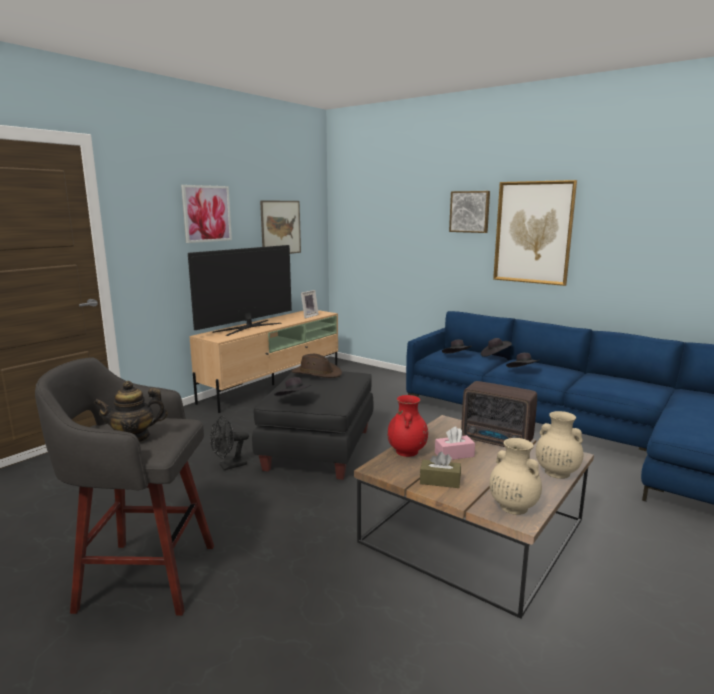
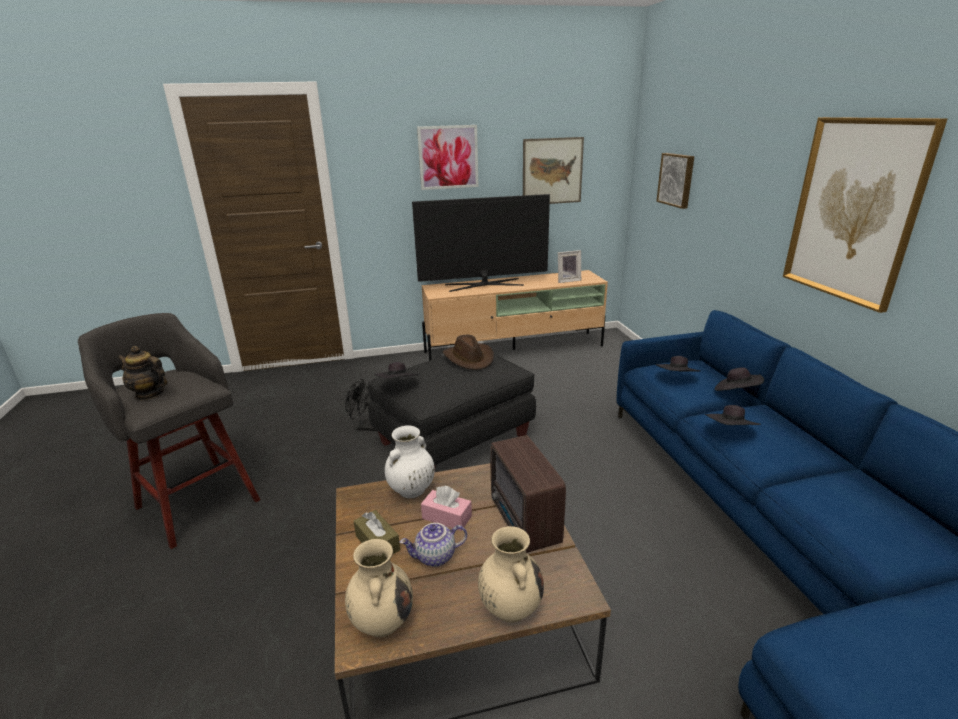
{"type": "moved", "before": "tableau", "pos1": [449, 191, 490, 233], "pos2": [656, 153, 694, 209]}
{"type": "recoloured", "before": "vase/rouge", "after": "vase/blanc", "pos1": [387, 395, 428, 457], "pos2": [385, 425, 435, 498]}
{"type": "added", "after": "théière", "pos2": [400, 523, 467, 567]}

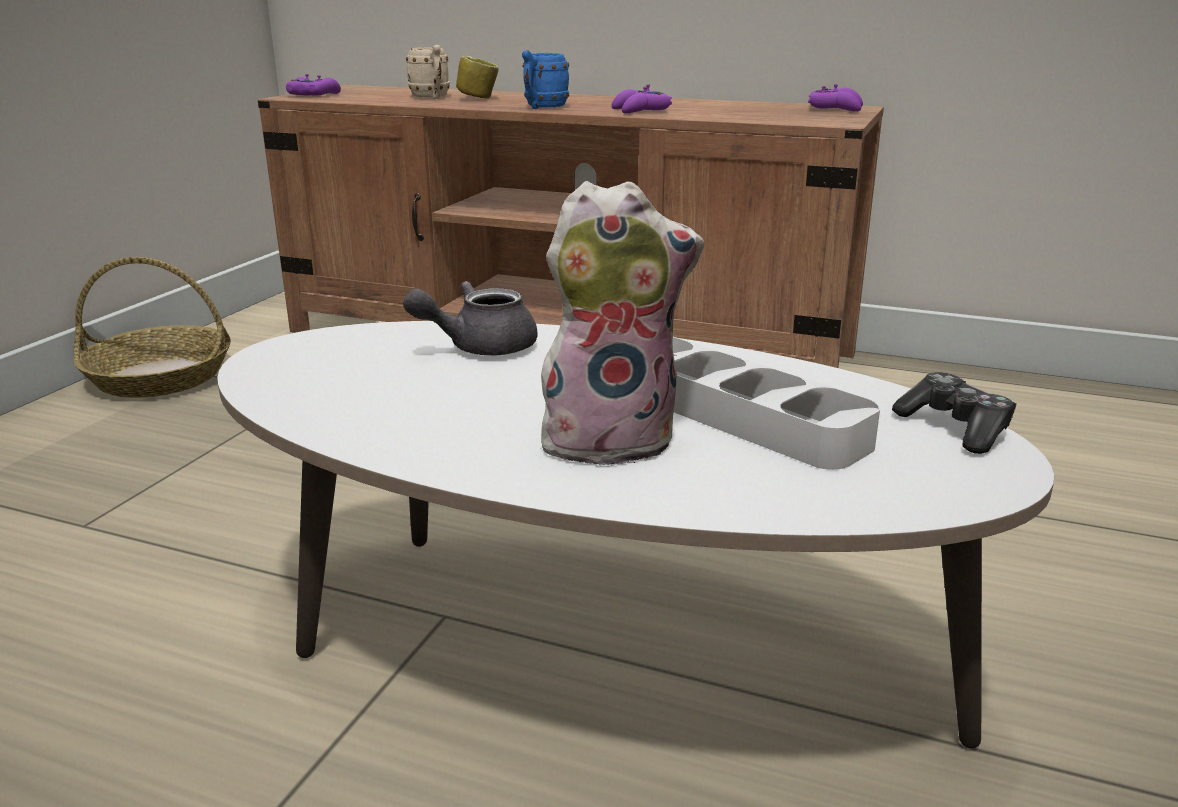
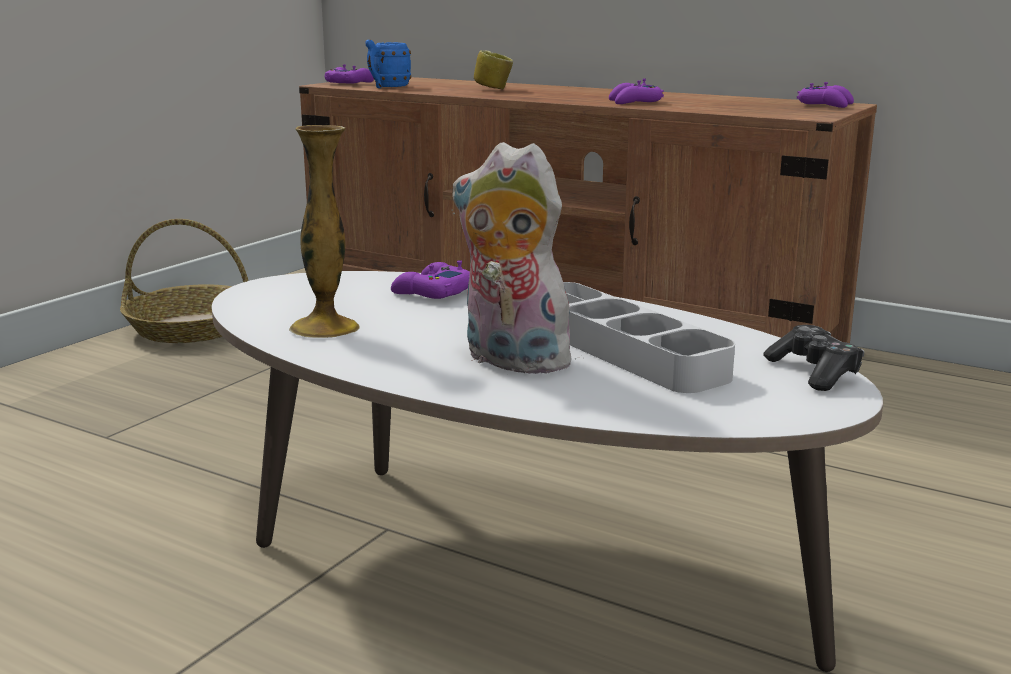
{"type": "removed", "before": "mug/beige", "pos1": [406, 45, 450, 99]}
{"type": "moved", "before": "mug/bleu", "pos1": [522, 50, 569, 109], "pos2": [365, 40, 411, 88]}
{"type": "turned", "before": "peluche", "pos1": [541, 181, 704, 467], "pos2": [452, 142, 584, 374], "turn": -150}
{"type": "replaced", "before": "théière/gris", "after": "manette/violet", "pos1": [403, 281, 537, 355], "pos2": [391, 260, 470, 299]}
{"type": "added", "after": "vase", "pos2": [289, 125, 360, 338]}

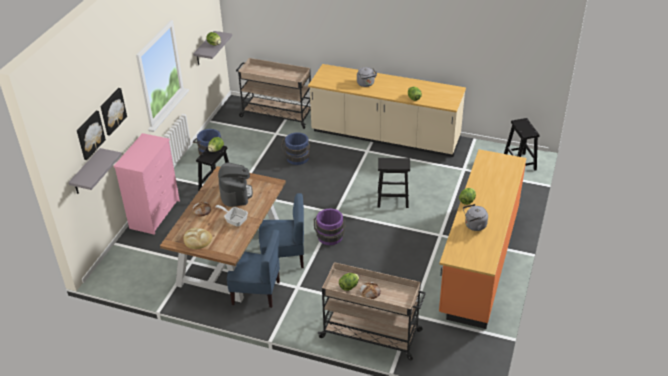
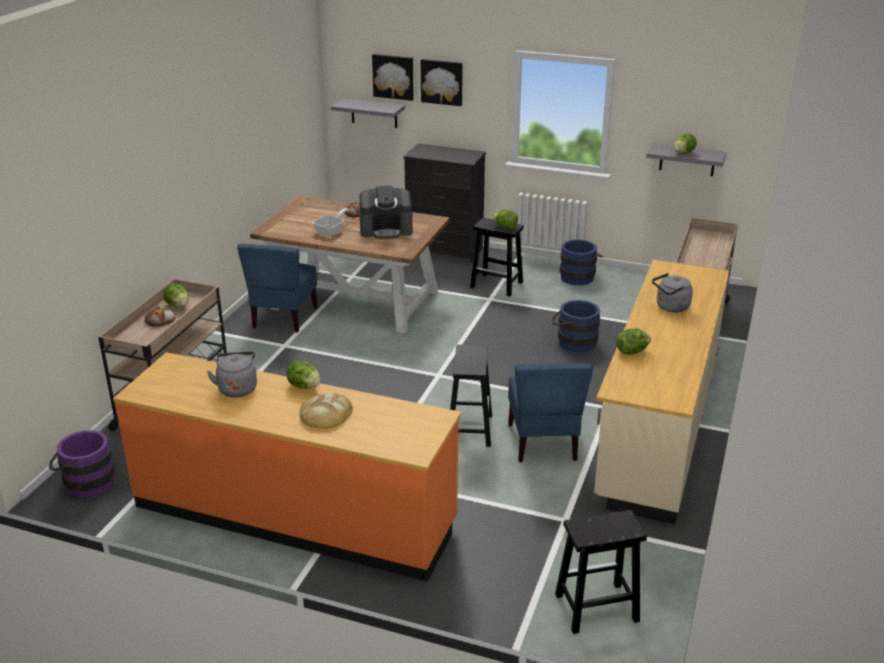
{"type": "recoloured", "before": "commode/rose", "after": "commode/noir", "pos1": [113, 133, 180, 235], "pos2": [403, 144, 486, 263]}
{"type": "moved", "before": "chaise/bleu", "pos1": [259, 193, 304, 268], "pos2": [508, 363, 593, 462]}
{"type": "moved", "before": "seau/violet", "pos1": [314, 209, 346, 245], "pos2": [49, 430, 115, 497]}
{"type": "moved", "before": "pain", "pos1": [184, 228, 212, 249], "pos2": [300, 393, 353, 429]}

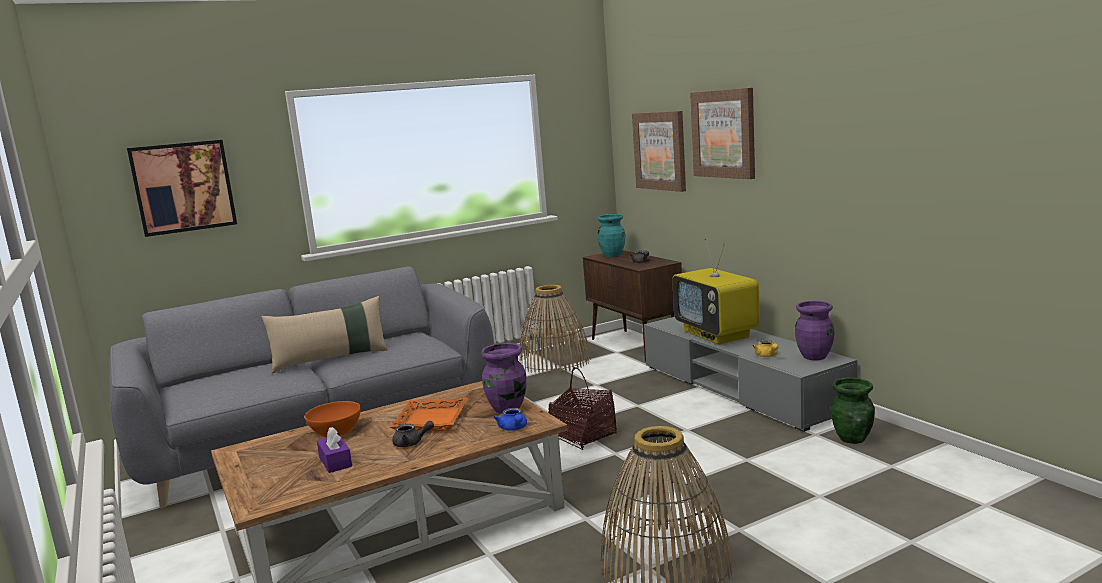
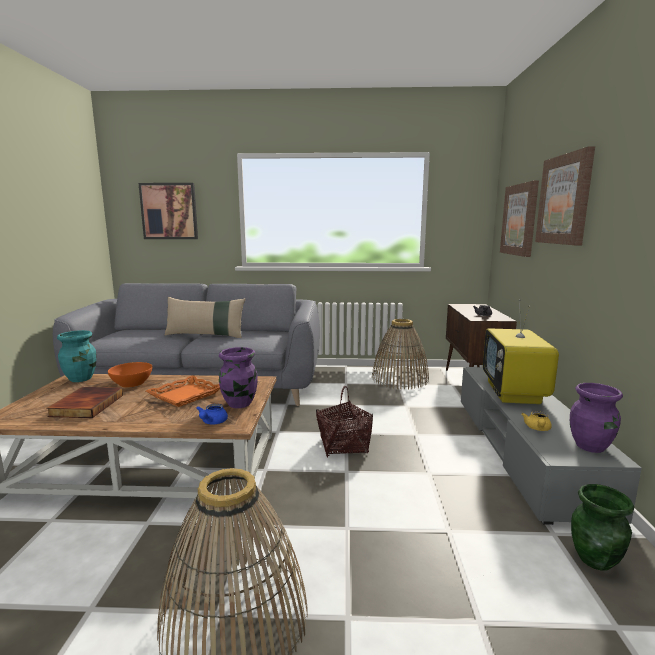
{"type": "moved", "before": "vase/turquoise", "pos1": [597, 214, 625, 257], "pos2": [57, 330, 96, 382]}
{"type": "removed", "before": "théière/gris", "pos1": [392, 421, 434, 447]}
{"type": "replaced", "before": "boîte à mouchoirs/violet", "after": "livre", "pos1": [317, 427, 352, 473], "pos2": [46, 387, 123, 418]}

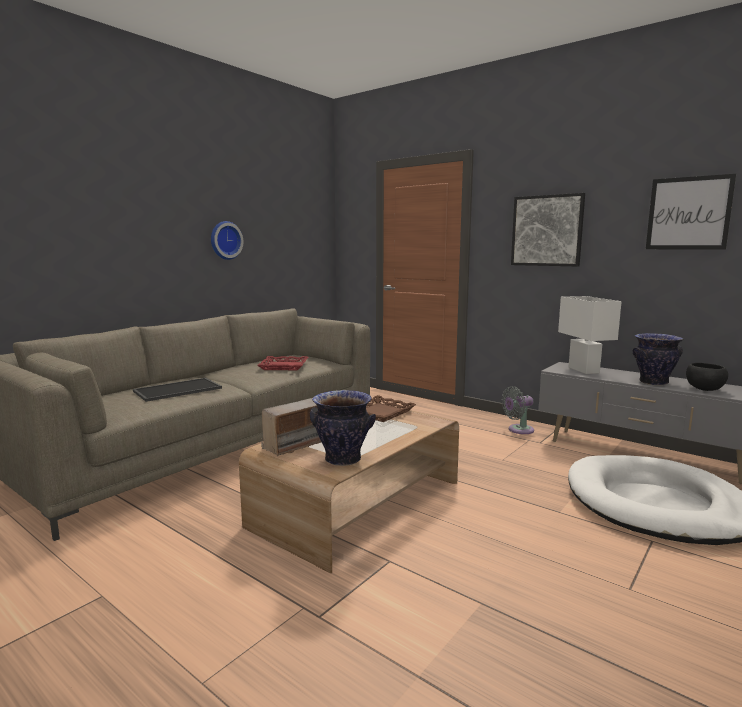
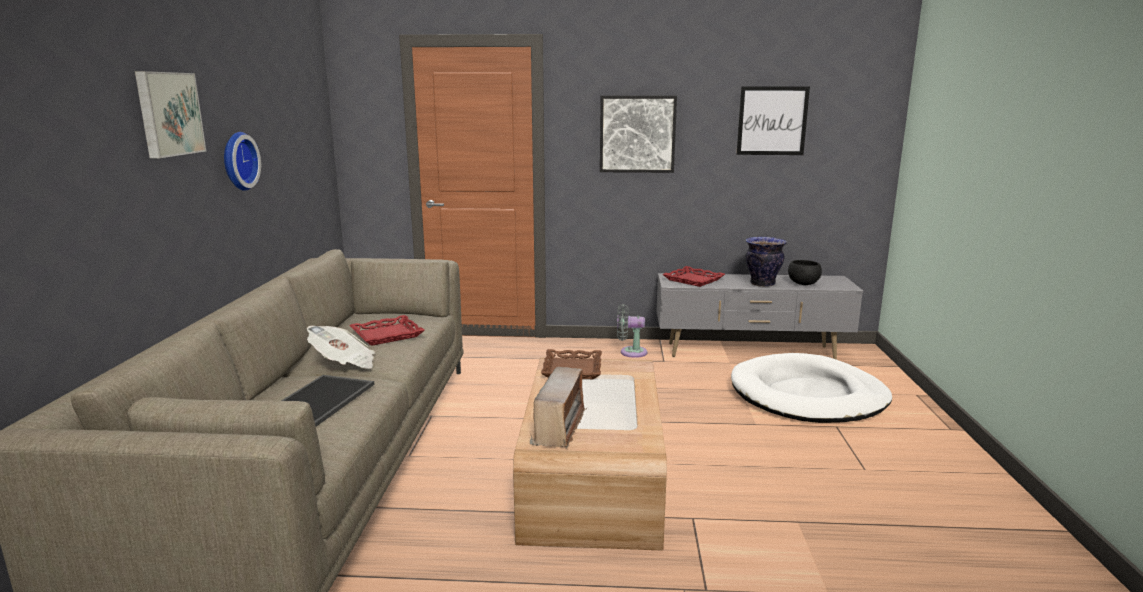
{"type": "replaced", "before": "lampe de table/blanc", "after": "plateau/rouge", "pos1": [558, 296, 622, 374], "pos2": [662, 266, 725, 287]}
{"type": "turned", "before": "ventilateur/gris", "pos1": [502, 386, 534, 434], "pos2": [617, 304, 647, 358], "turn": 60}
{"type": "removed", "before": "vase", "pos1": [310, 390, 376, 466]}
{"type": "added", "after": "tableau", "pos2": [135, 71, 206, 158]}
{"type": "added", "after": "journal", "pos2": [307, 326, 375, 369]}

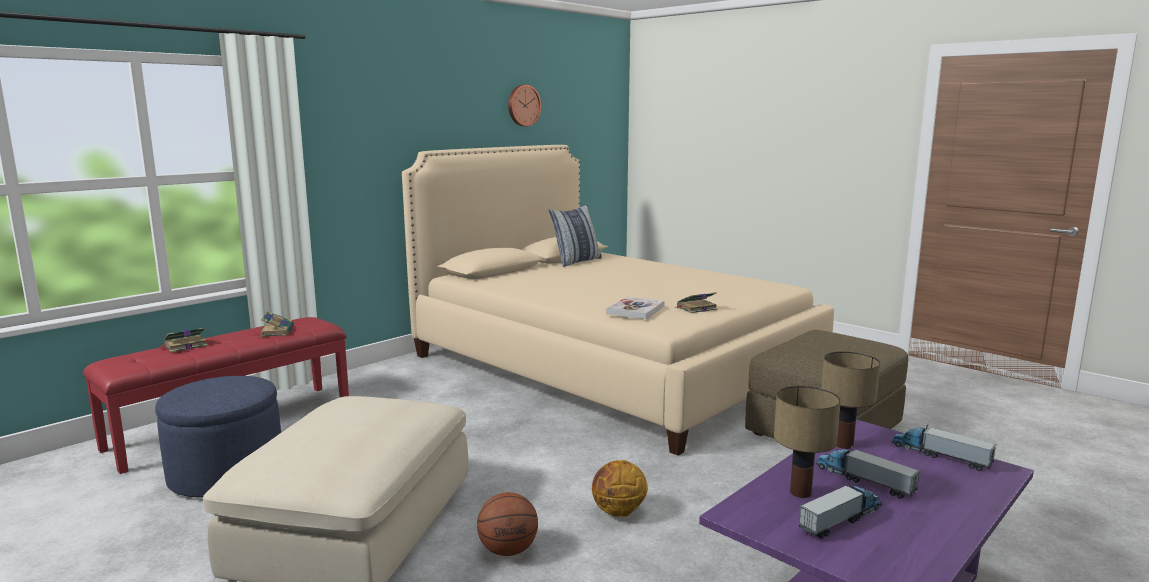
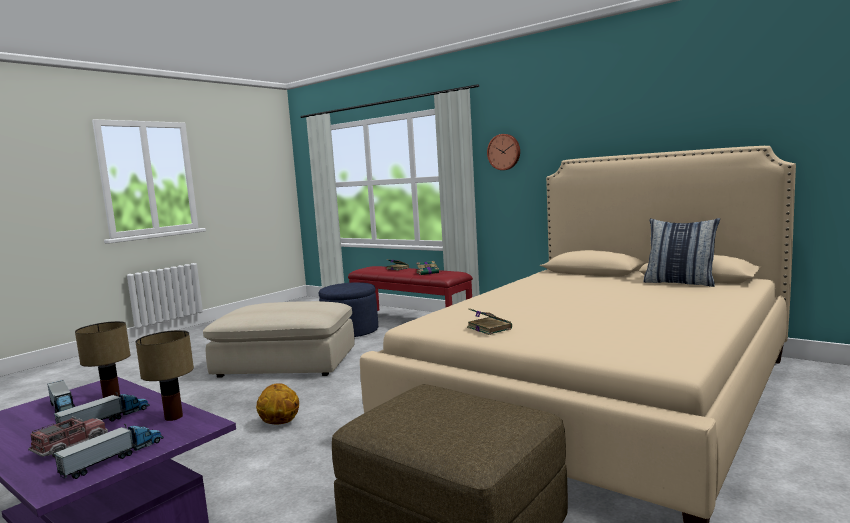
{"type": "moved", "before": "horloge murale", "pos1": [508, 85, 541, 126], "pos2": [487, 134, 520, 170]}
{"type": "removed", "before": "livre", "pos1": [606, 297, 665, 319]}
{"type": "removed", "before": "ballon de basket", "pos1": [477, 492, 538, 556]}
{"type": "added", "after": "camion jouet", "pos2": [28, 416, 108, 457]}

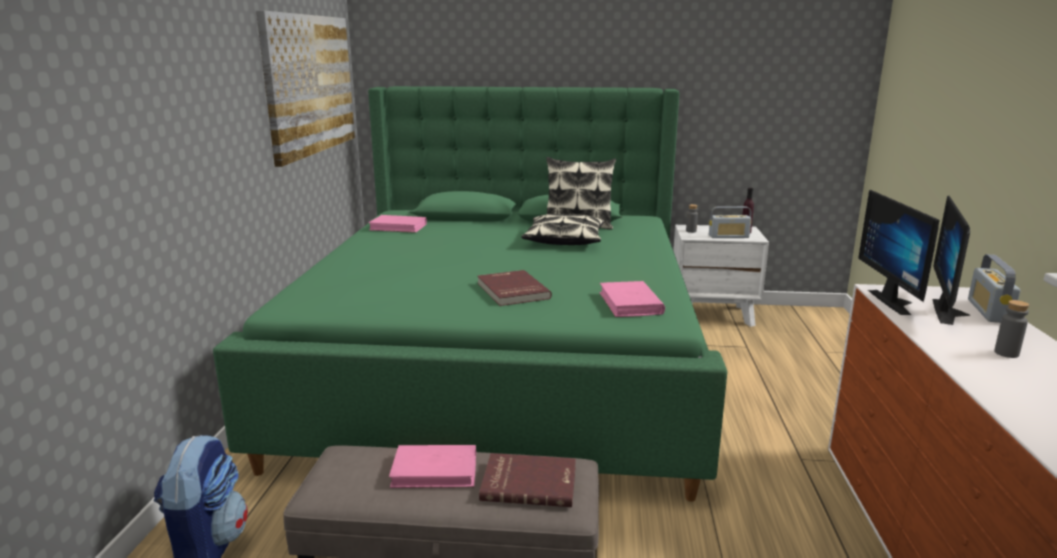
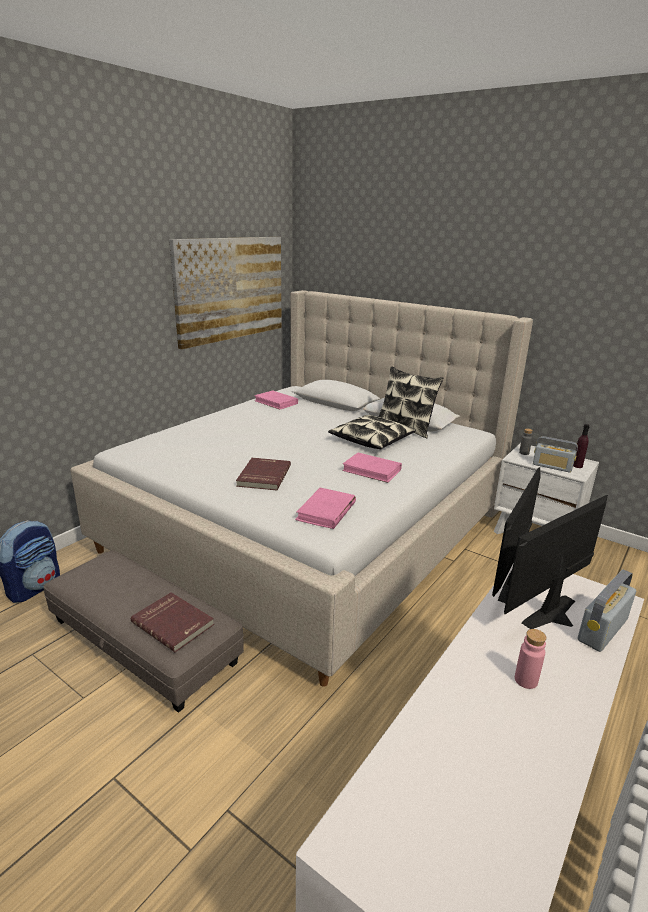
{"type": "recoloured", "before": "lit/vert", "after": "lit/beige", "pos1": [213, 86, 727, 502], "pos2": [70, 290, 533, 687]}
{"type": "recoloured", "before": "bouteille/gris", "after": "bouteille/rose", "pos1": [994, 300, 1029, 358], "pos2": [515, 629, 547, 689]}
{"type": "moved", "before": "livre/rose", "pos1": [389, 445, 476, 488], "pos2": [342, 453, 402, 483]}

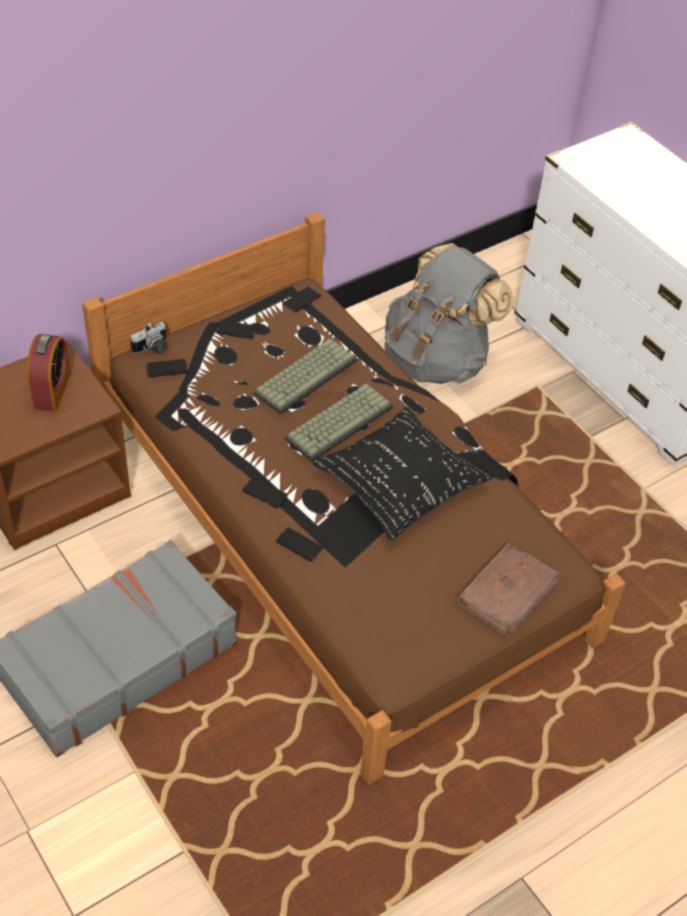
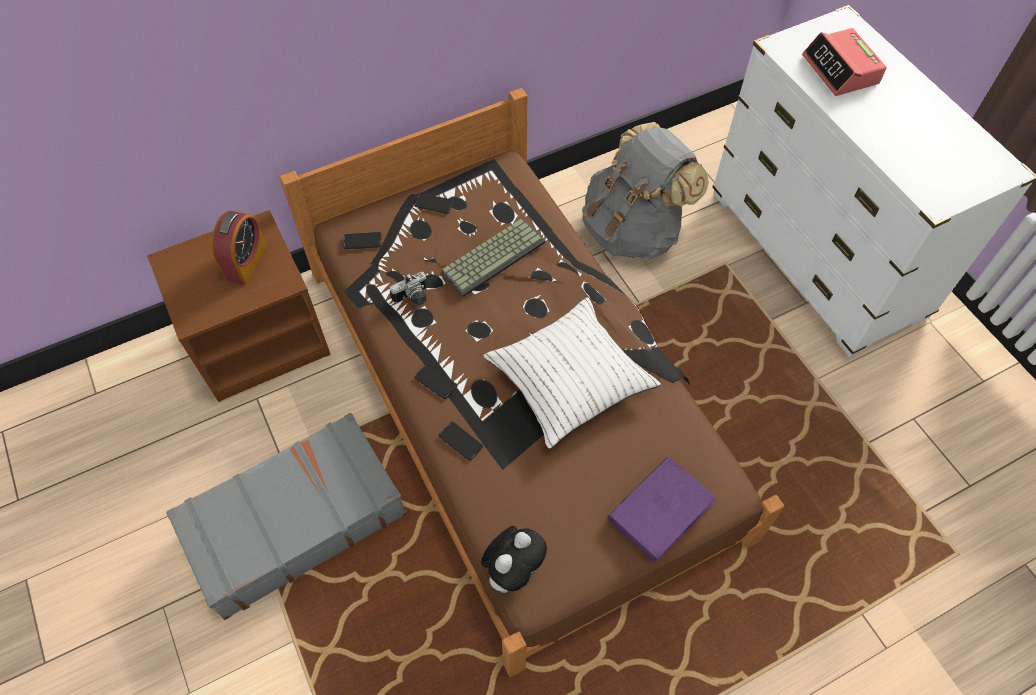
{"type": "removed", "before": "téléphone", "pos1": [283, 287, 321, 312]}
{"type": "moved", "before": "appareil photo", "pos1": [130, 322, 167, 354], "pos2": [390, 272, 427, 306]}
{"type": "removed", "before": "clavier", "pos1": [285, 384, 394, 462]}
{"type": "recoloured", "before": "coussin/noir", "after": "coussin/blanc", "pos1": [312, 405, 493, 541], "pos2": [483, 297, 661, 449]}
{"type": "recoloured", "before": "livre/marron", "after": "livre/violet", "pos1": [456, 542, 559, 638], "pos2": [608, 457, 716, 563]}
{"type": "added", "after": "réveil", "pos2": [802, 28, 887, 96]}
{"type": "added", "after": "peluche", "pos2": [481, 526, 547, 593]}

